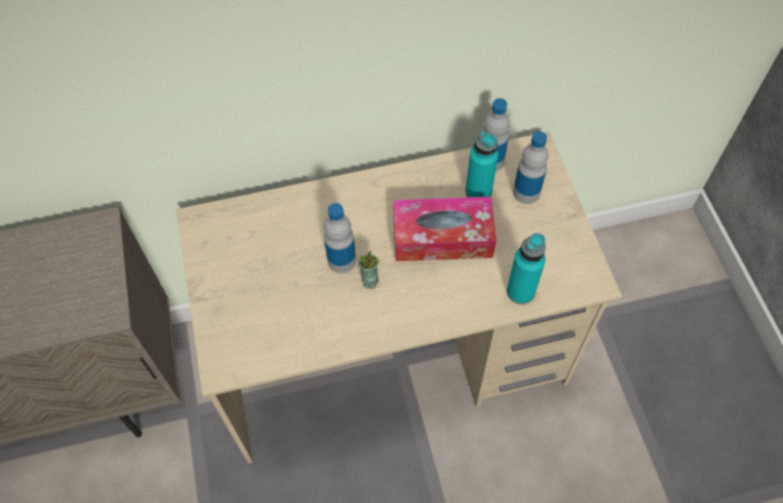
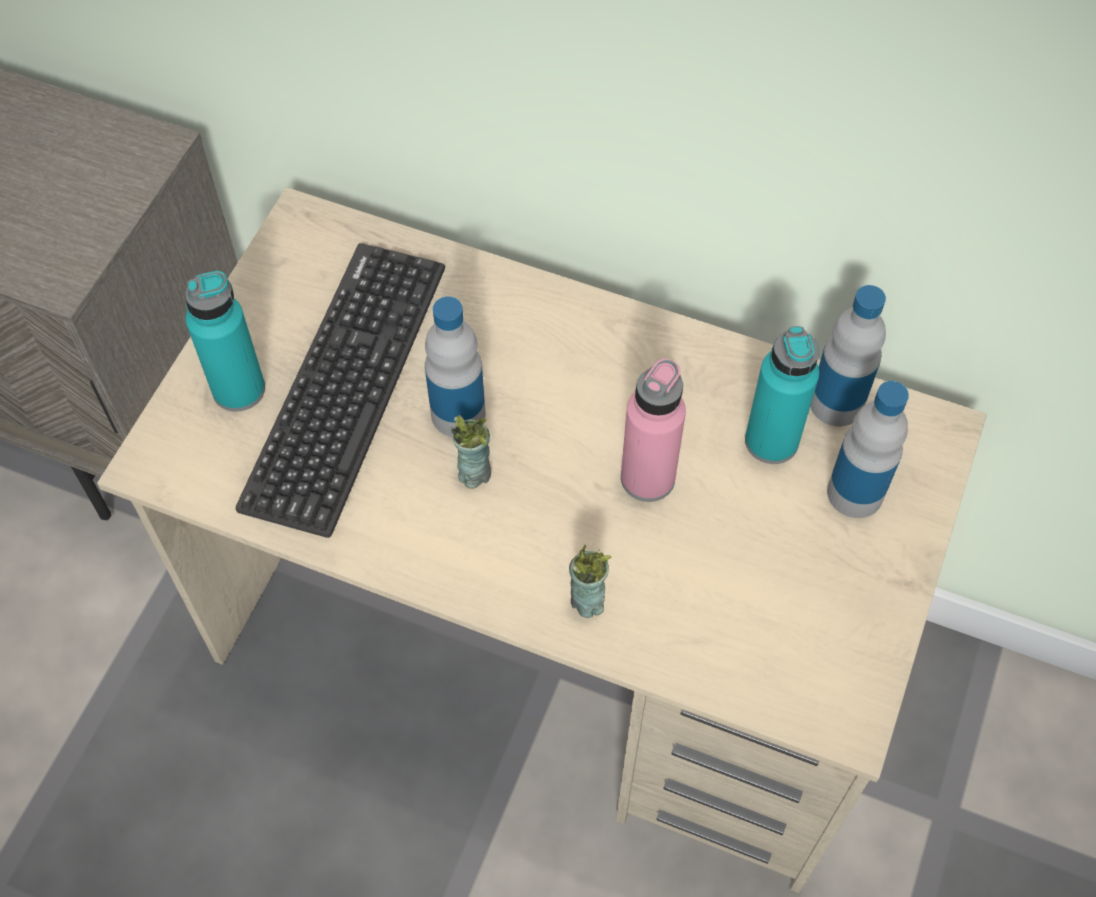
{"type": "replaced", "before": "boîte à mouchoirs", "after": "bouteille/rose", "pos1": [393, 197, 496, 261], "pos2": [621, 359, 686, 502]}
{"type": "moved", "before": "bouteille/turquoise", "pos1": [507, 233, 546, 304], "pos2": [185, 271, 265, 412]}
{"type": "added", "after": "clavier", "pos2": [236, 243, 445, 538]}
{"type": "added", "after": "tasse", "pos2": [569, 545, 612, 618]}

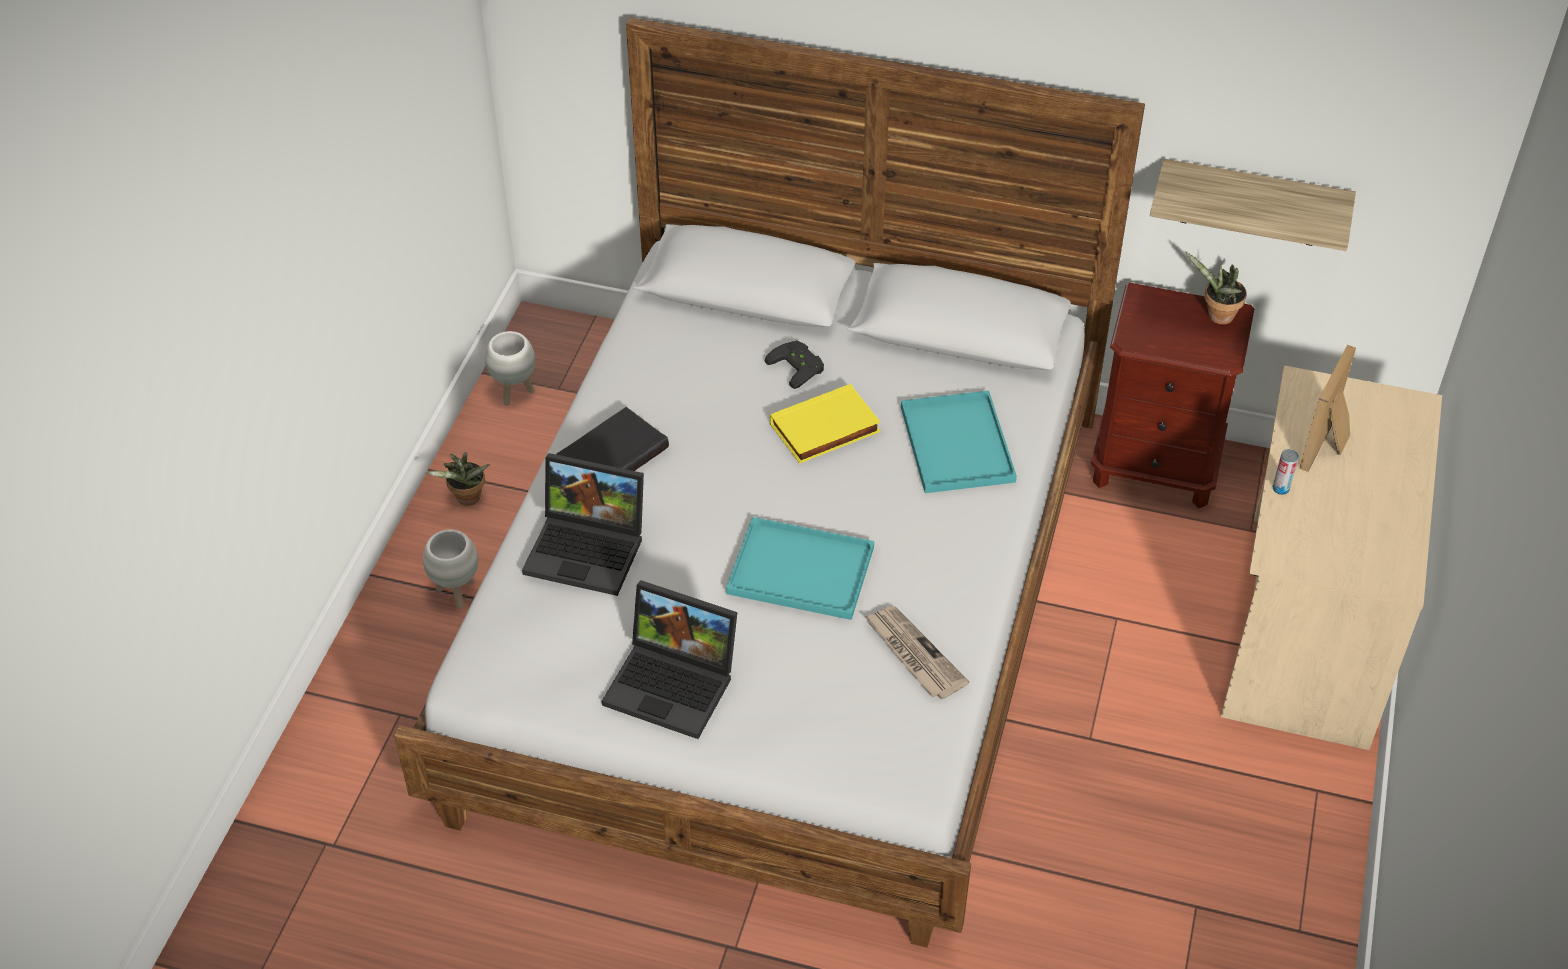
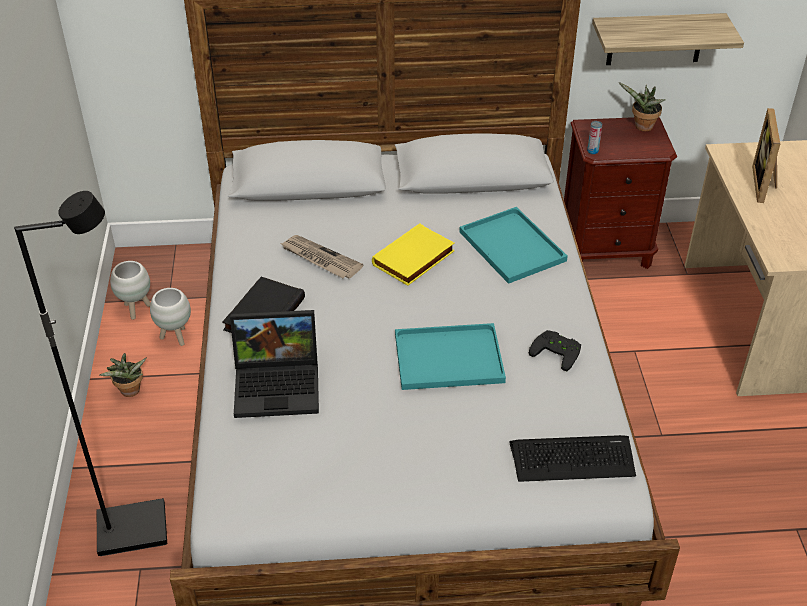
{"type": "moved", "before": "manette/noir", "pos1": [764, 340, 824, 389], "pos2": [529, 330, 581, 371]}
{"type": "moved", "before": "boîte métallique", "pos1": [1273, 449, 1299, 495], "pos2": [587, 121, 602, 155]}
{"type": "moved", "before": "cache-pot/blanc", "pos1": [423, 529, 478, 609], "pos2": [150, 288, 191, 346]}
{"type": "removed", "before": "ordinateur portable", "pos1": [602, 580, 737, 739]}
{"type": "moved", "before": "journal", "pos1": [865, 606, 969, 699], "pos2": [281, 235, 363, 278]}
{"type": "added", "after": "lampadaire/noir", "pos2": [14, 191, 167, 556]}
{"type": "added", "after": "clavier", "pos2": [509, 435, 636, 482]}

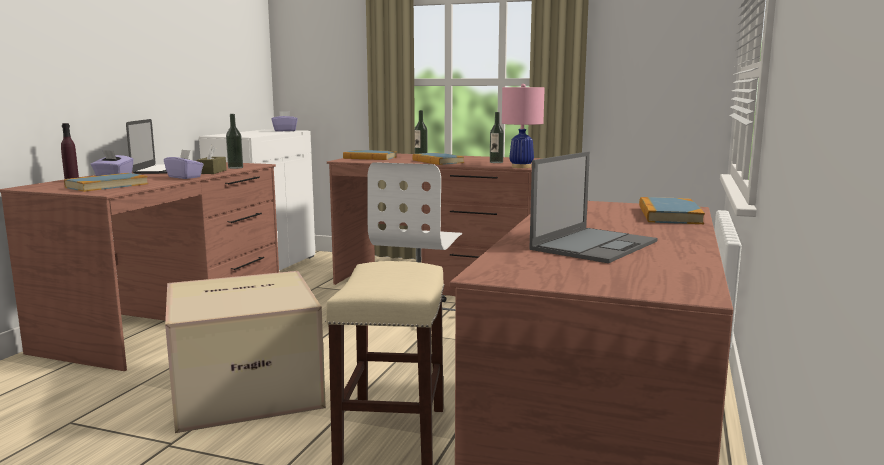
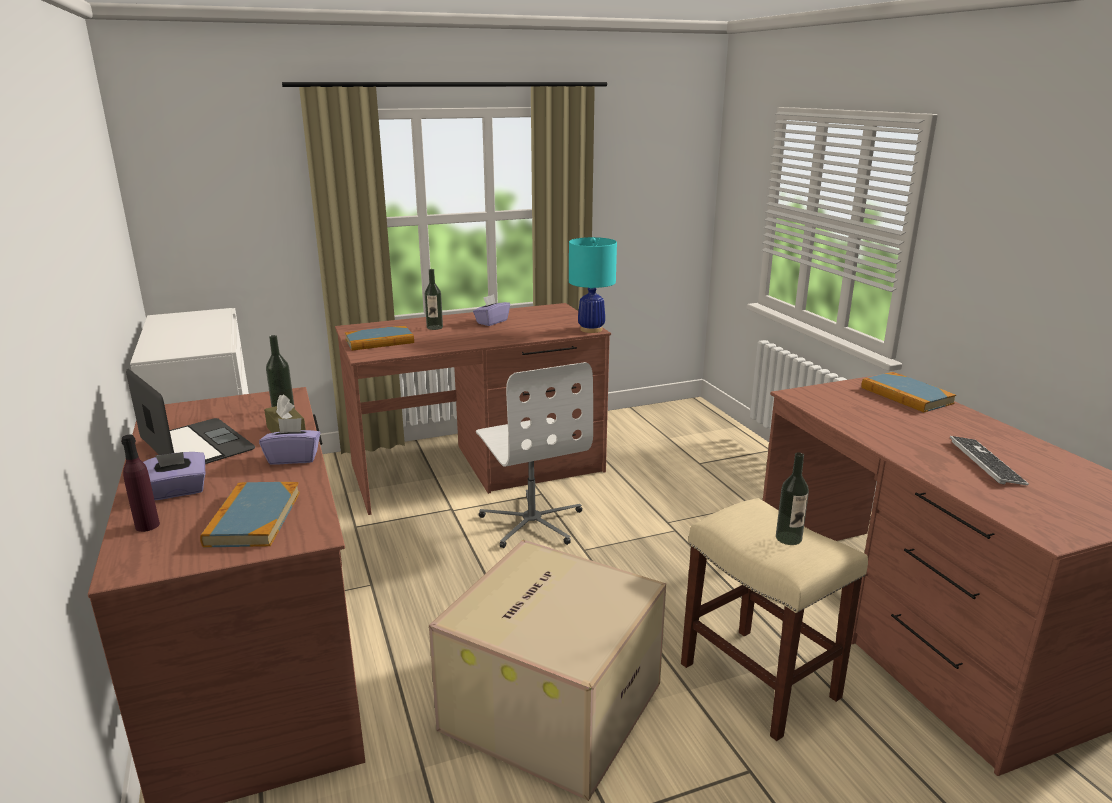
{"type": "recoloured", "before": "lampe de table/rose", "after": "lampe de table/turquoise", "pos1": [502, 84, 545, 168], "pos2": [569, 237, 617, 333]}
{"type": "moved", "before": "boîte à mouchoirs/violet", "pos1": [271, 111, 298, 132], "pos2": [473, 294, 510, 326]}
{"type": "moved", "before": "bouteille", "pos1": [490, 112, 504, 163], "pos2": [776, 452, 809, 545]}
{"type": "replaced", "before": "ordinateur portable", "after": "clavier", "pos1": [529, 152, 658, 263], "pos2": [950, 436, 1029, 485]}
{"type": "removed", "before": "livre", "pos1": [412, 153, 464, 165]}

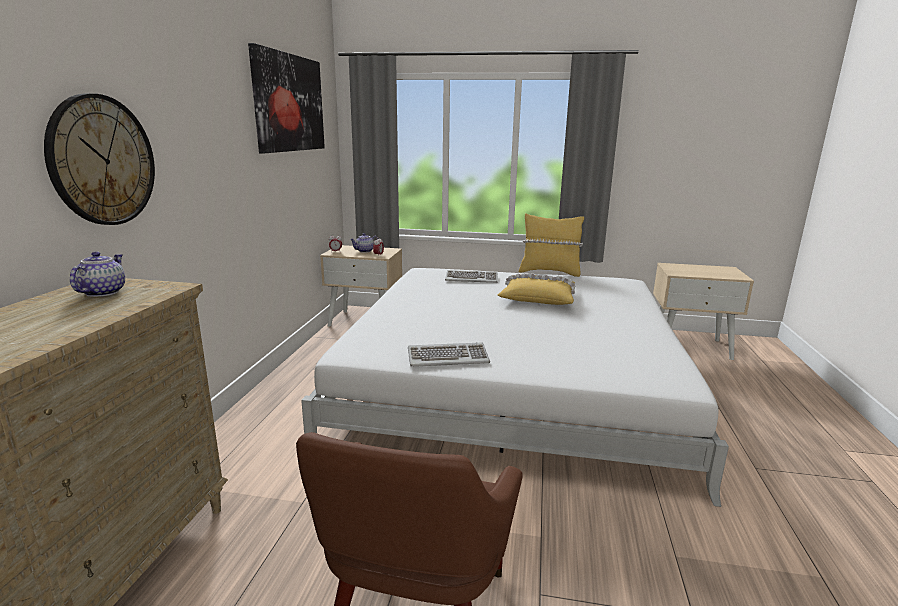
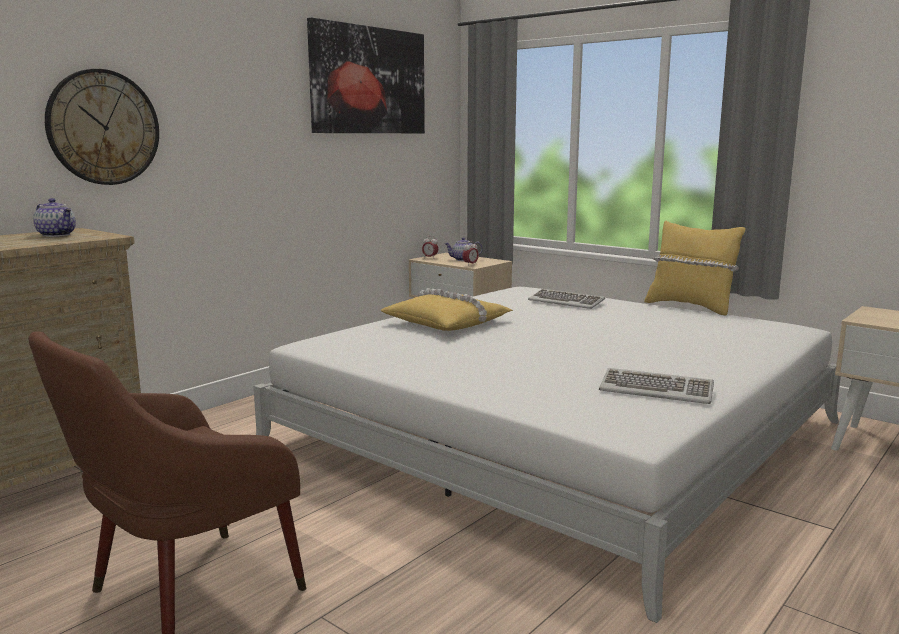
{"type": "turned", "before": "théière", "pos1": [70, 251, 125, 297], "pos2": [33, 198, 76, 237], "turn": 90}
{"type": "moved", "before": "coussin/jaune", "pos1": [497, 273, 575, 305], "pos2": [380, 288, 513, 331]}
{"type": "moved", "before": "clavier", "pos1": [408, 343, 490, 367], "pos2": [599, 368, 714, 404]}

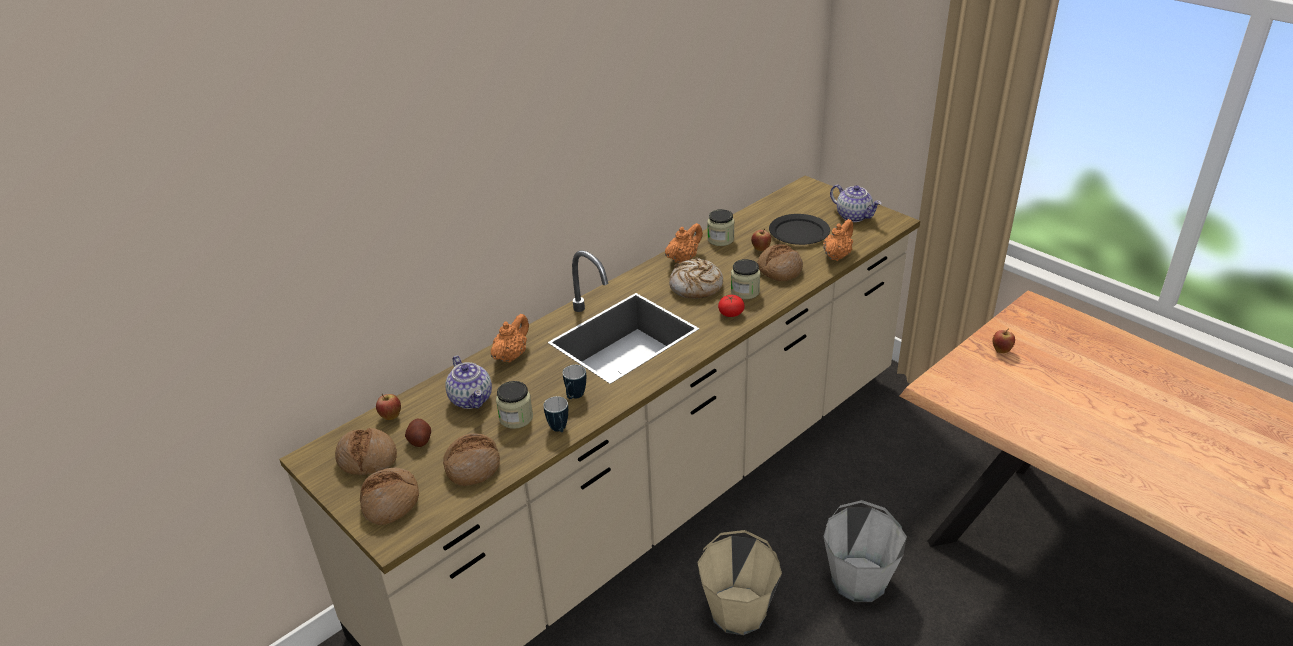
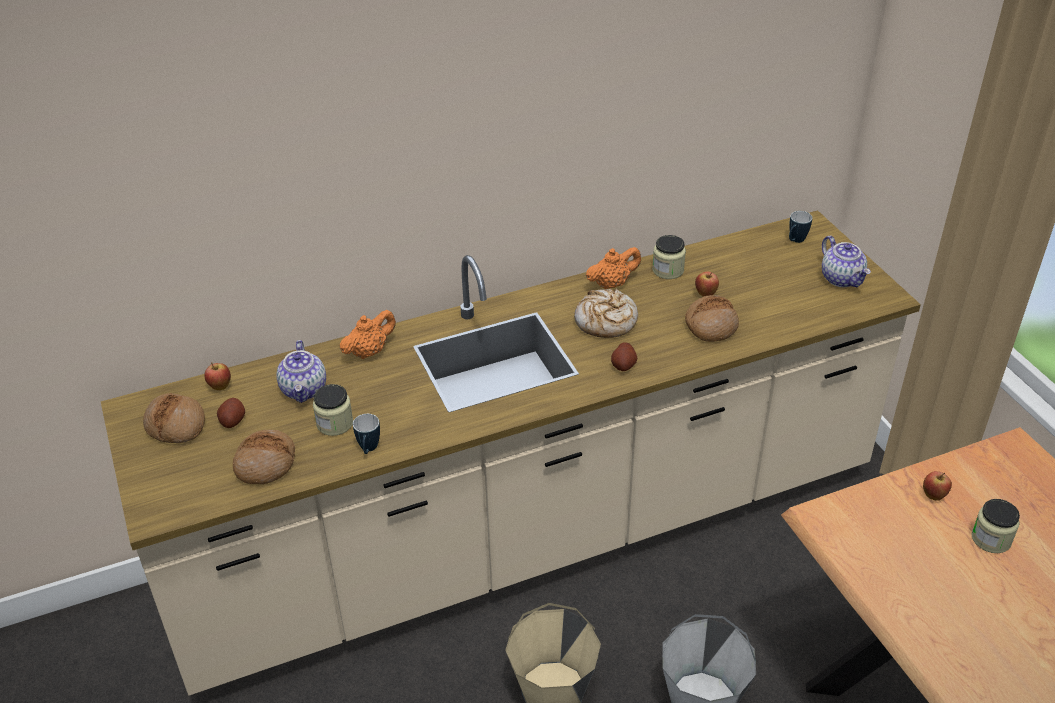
{"type": "removed", "before": "assiette/noir", "pos1": [769, 214, 830, 245]}
{"type": "removed", "before": "théière/orange", "pos1": [823, 219, 853, 261]}
{"type": "moved", "before": "bocal", "pos1": [731, 259, 760, 299], "pos2": [971, 499, 1020, 553]}
{"type": "replaced", "before": "tomate", "after": "pomme de terre", "pos1": [718, 295, 744, 317], "pos2": [611, 342, 638, 371]}
{"type": "moved", "before": "mug", "pos1": [563, 365, 586, 399], "pos2": [789, 211, 812, 243]}
{"type": "removed", "before": "pain", "pos1": [360, 468, 419, 525]}

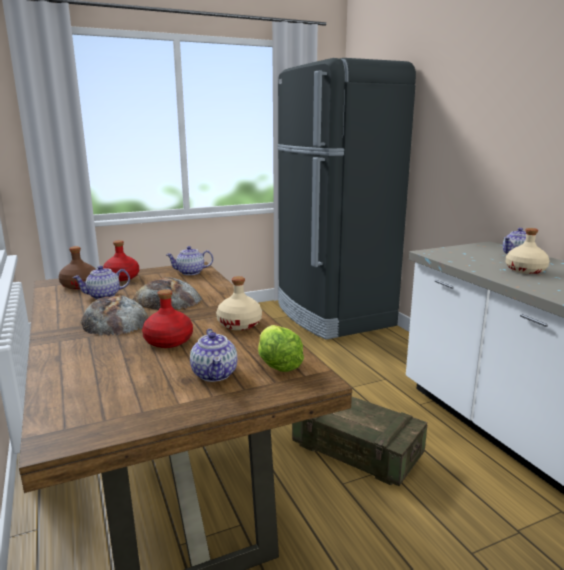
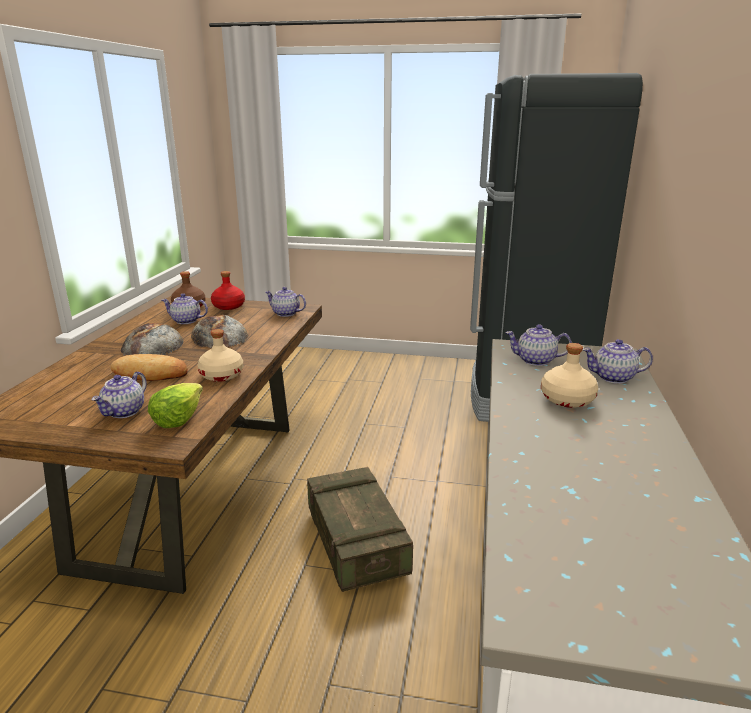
{"type": "replaced", "before": "bouteille/rouge", "after": "pain", "pos1": [142, 289, 193, 348], "pos2": [110, 354, 188, 381]}
{"type": "added", "after": "théière", "pos2": [505, 324, 572, 366]}

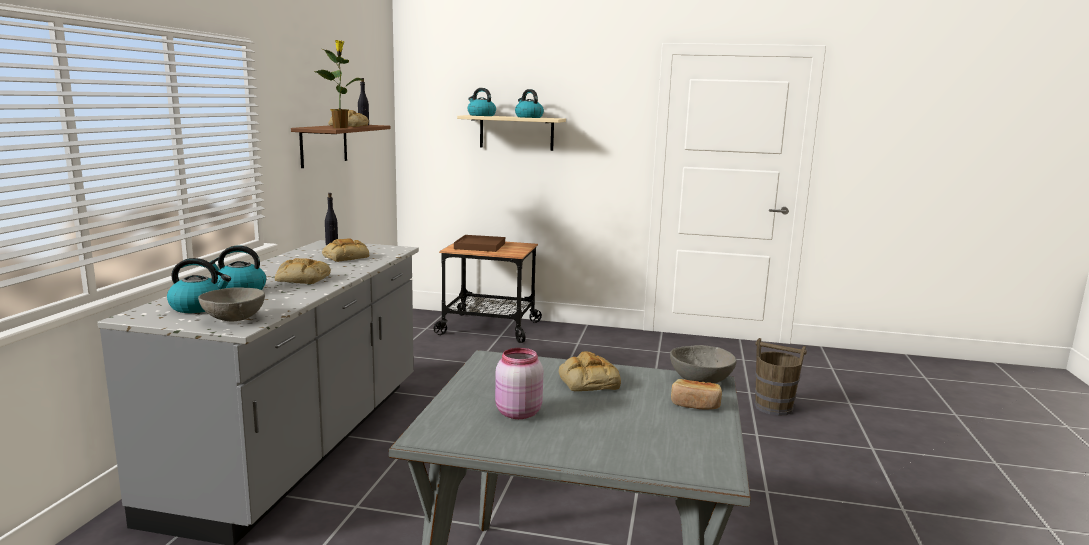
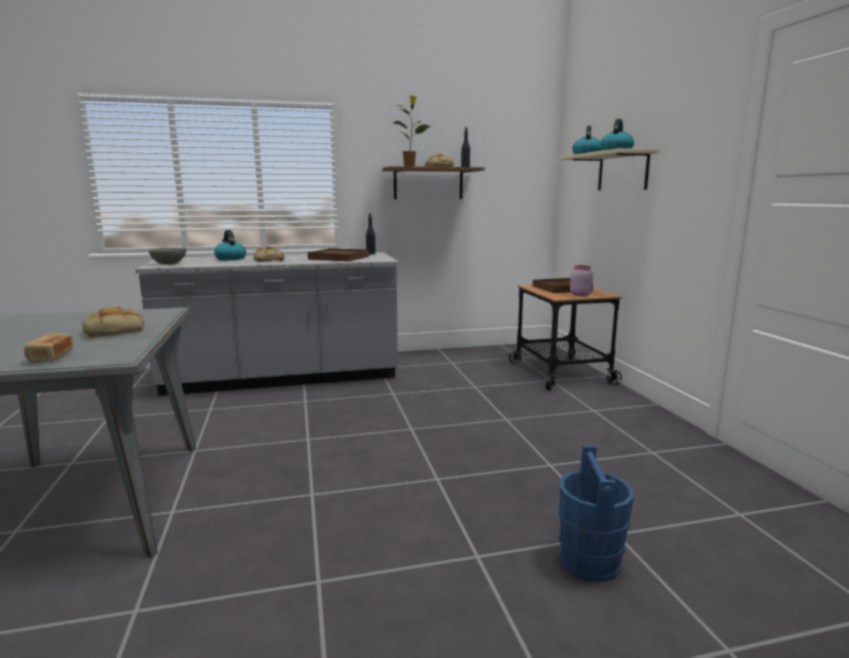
{"type": "replaced", "before": "pain", "after": "plateau/marron", "pos1": [322, 238, 369, 262], "pos2": [308, 248, 369, 261]}
{"type": "removed", "before": "bouilloire", "pos1": [167, 258, 231, 313]}
{"type": "recoloured", "before": "seau/marron", "after": "seau/bleu", "pos1": [755, 338, 807, 416], "pos2": [559, 445, 634, 582]}
{"type": "removed", "before": "bol/gris", "pos1": [670, 345, 737, 383]}
{"type": "moved", "before": "bocal/rose", "pos1": [495, 348, 543, 419], "pos2": [570, 265, 593, 296]}

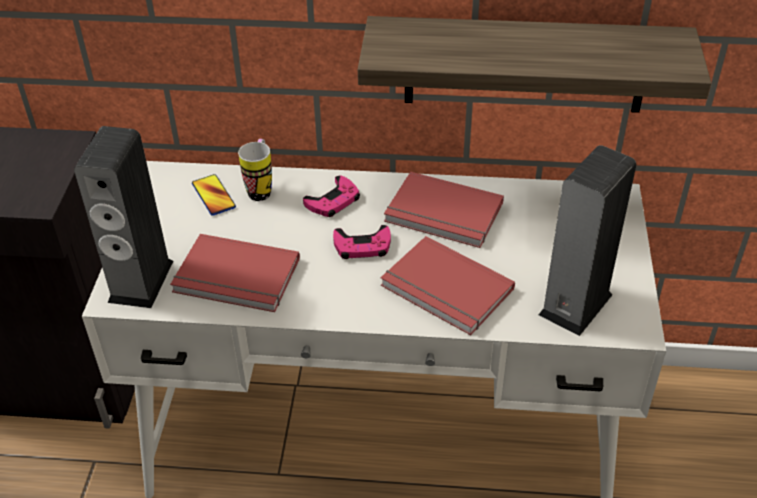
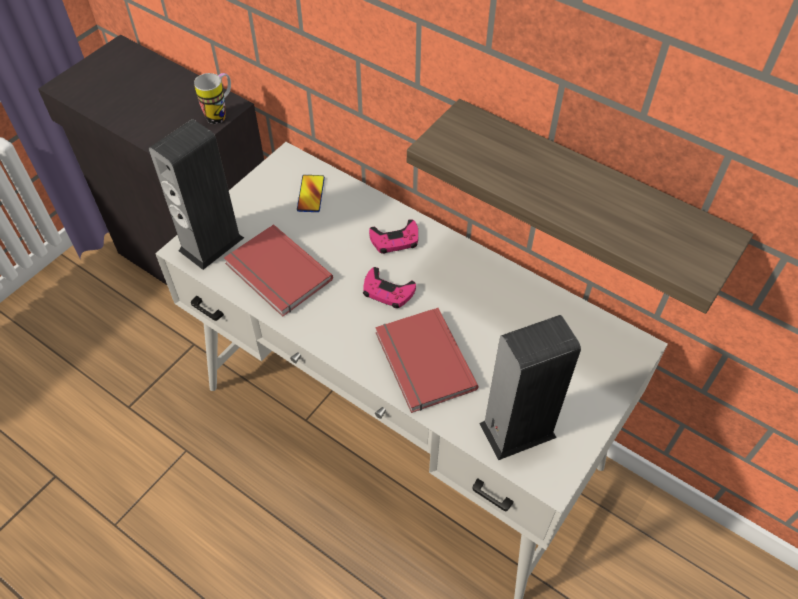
{"type": "moved", "before": "mug", "pos1": [238, 139, 272, 201], "pos2": [194, 73, 231, 124]}
{"type": "removed", "before": "livre/rouge", "pos1": [384, 172, 504, 248]}

